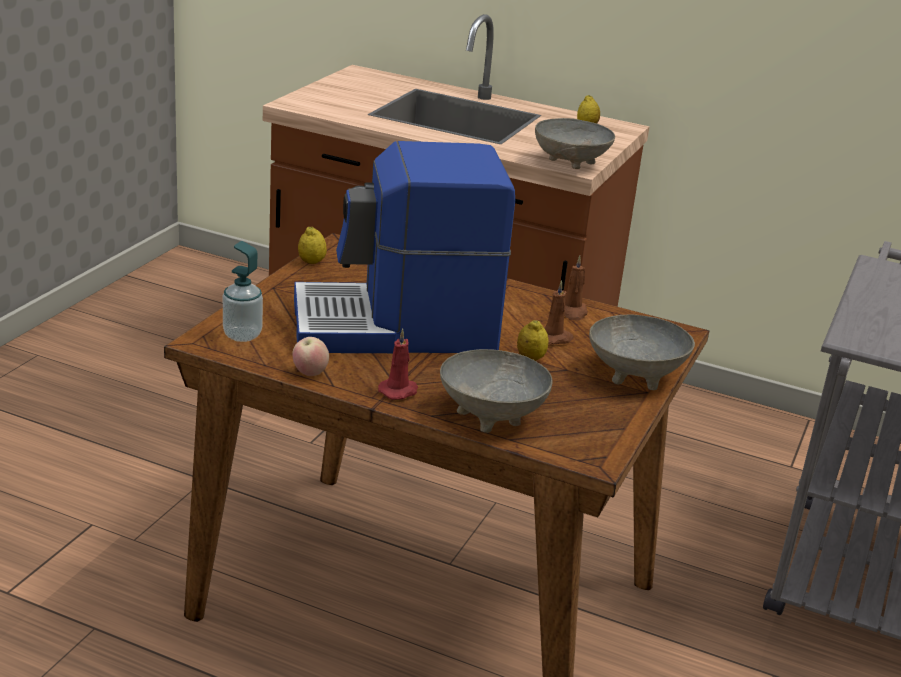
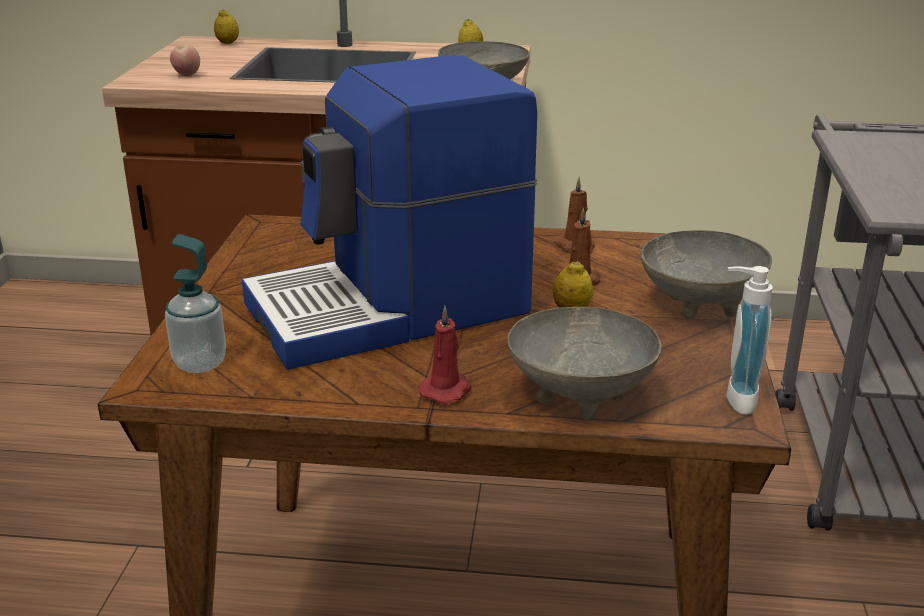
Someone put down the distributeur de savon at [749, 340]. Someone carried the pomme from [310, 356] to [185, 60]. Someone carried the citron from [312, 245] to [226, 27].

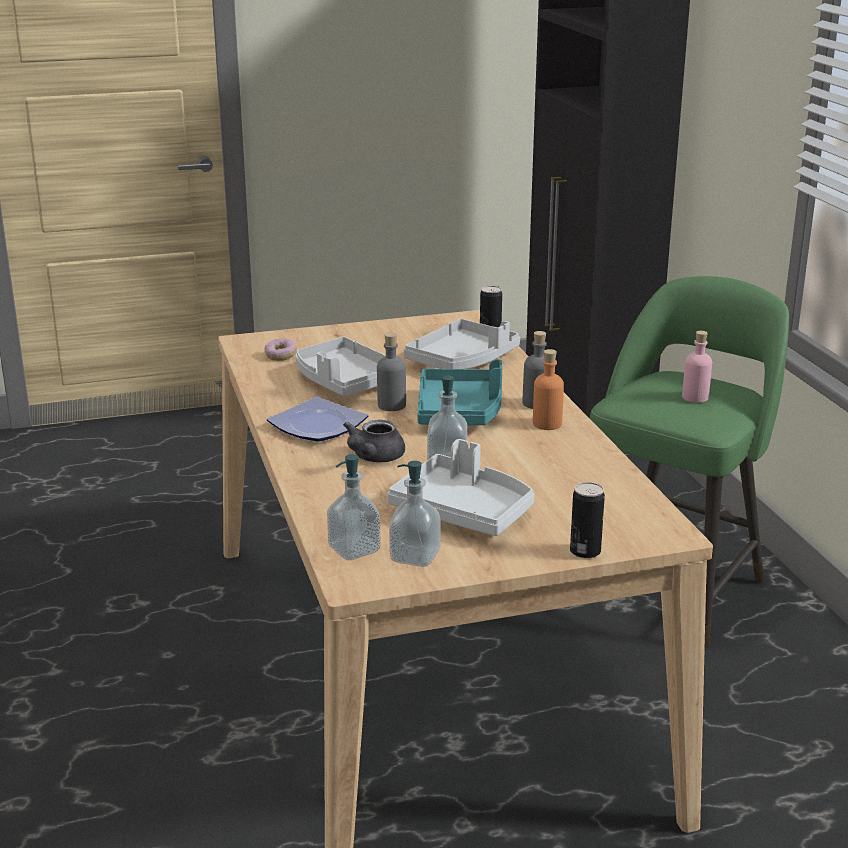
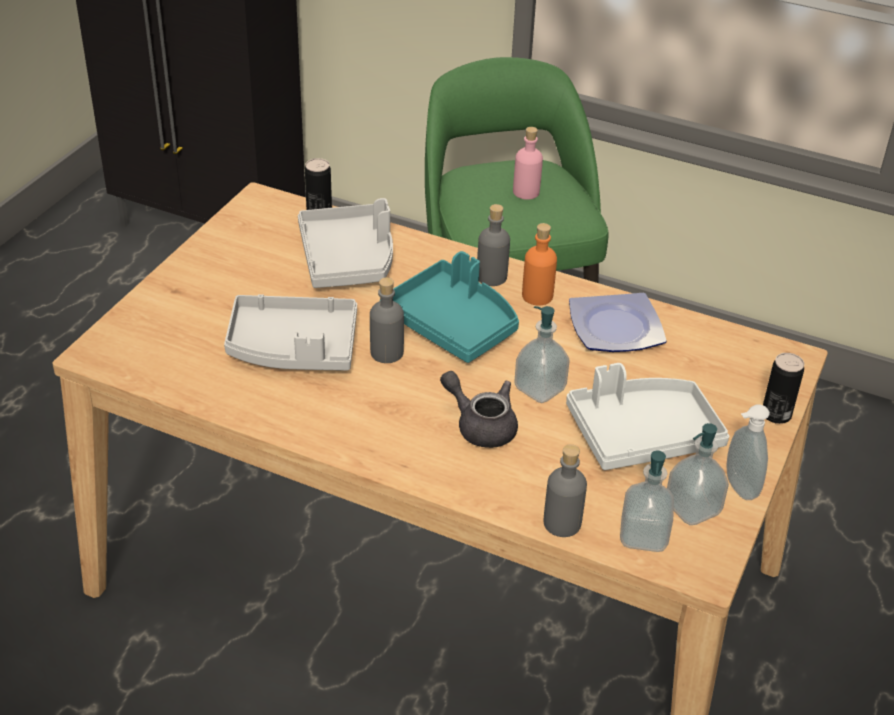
Someone took away the beignet at [281, 349]. Someone put down the bouteille [gris] at [565, 490]. Someone put down the distributeur de savon at [748, 452]. Someone carried the assiette from [317, 419] to [618, 322]. Someone rotated the théière [gris] at [374, 441] by 150 degrees clockwise.

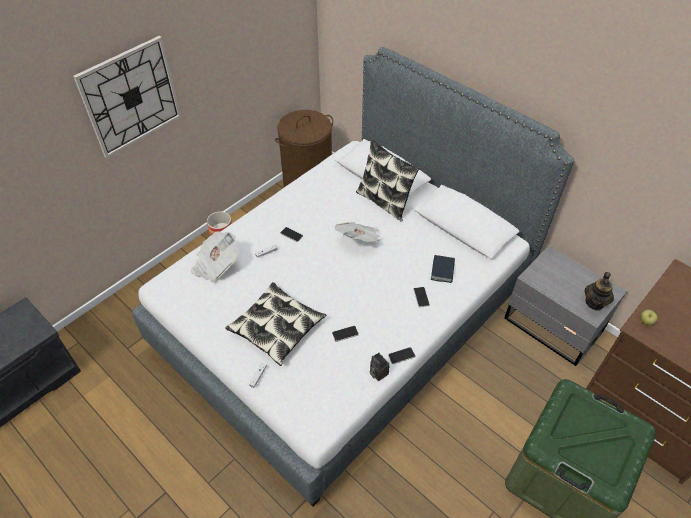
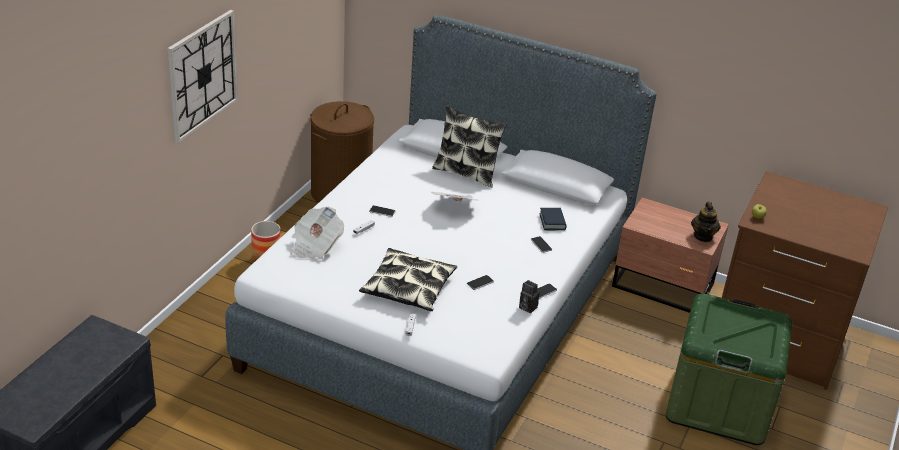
Someone repainted the table de chevet [gris] at [565, 306], which became the table de chevet [marron] at [670, 255].

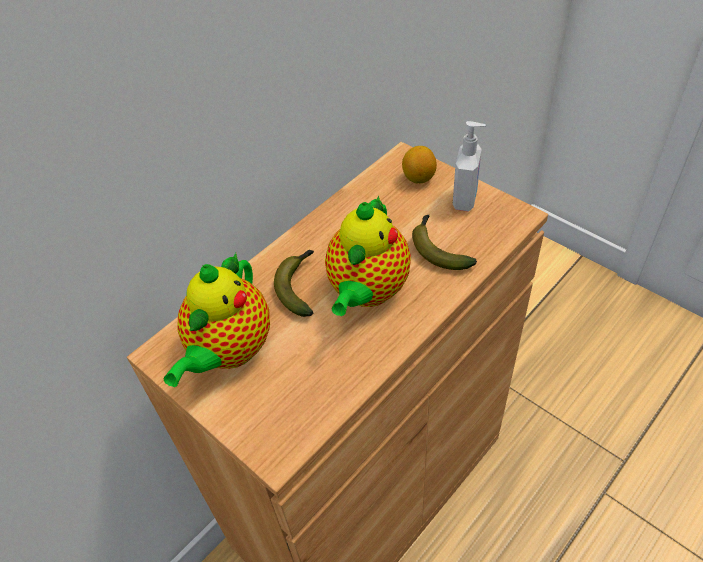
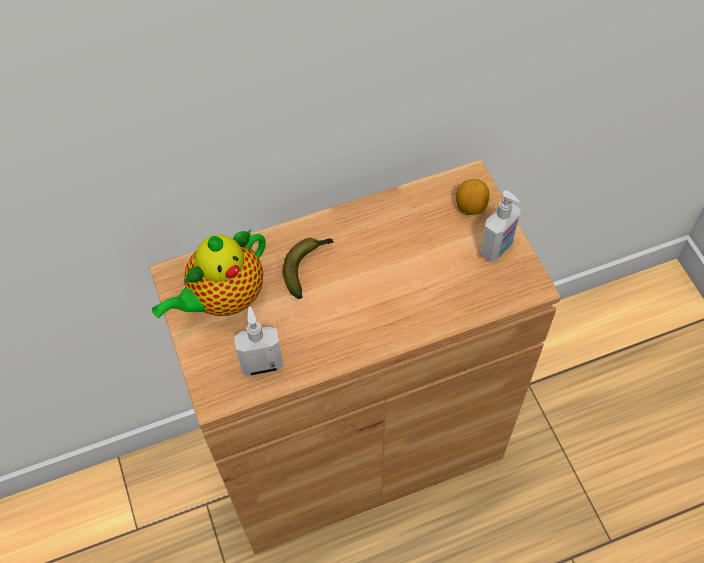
Someone took away the théière at [368, 255]. Someone took away the banane at [444, 242]. Someone put down the distributeur de savon at [259, 341].

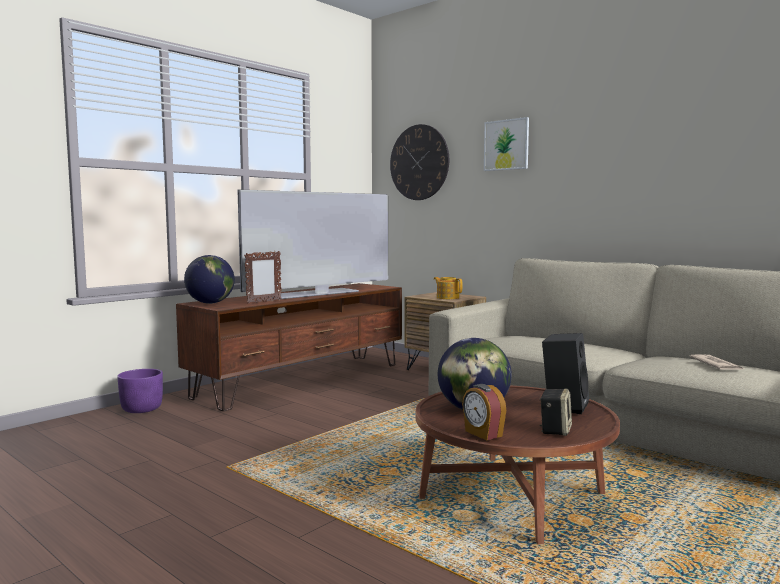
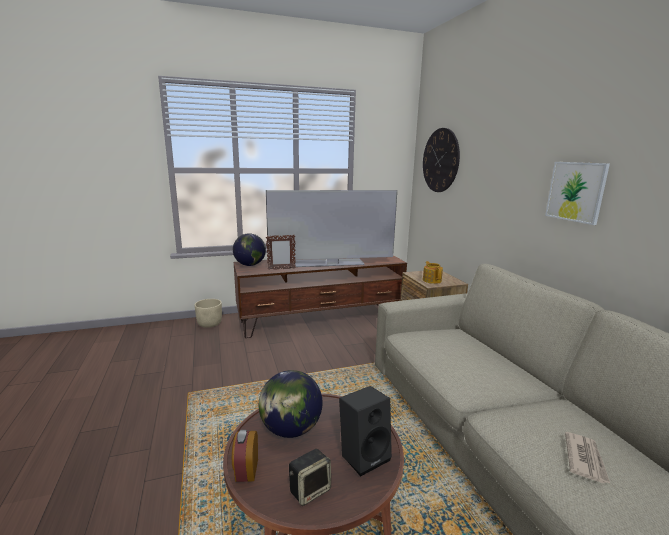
Someone carried the tableau from [506, 144] to [577, 193]. Someone repainted the cache-pot [violet] at [140, 391], which became the cache-pot [beige] at [208, 313].

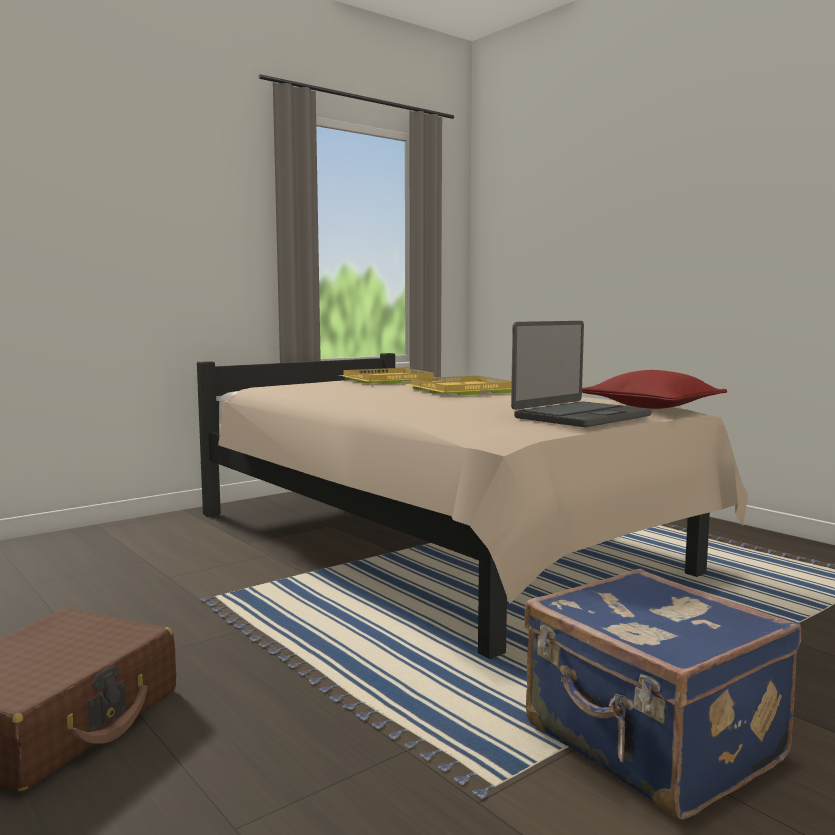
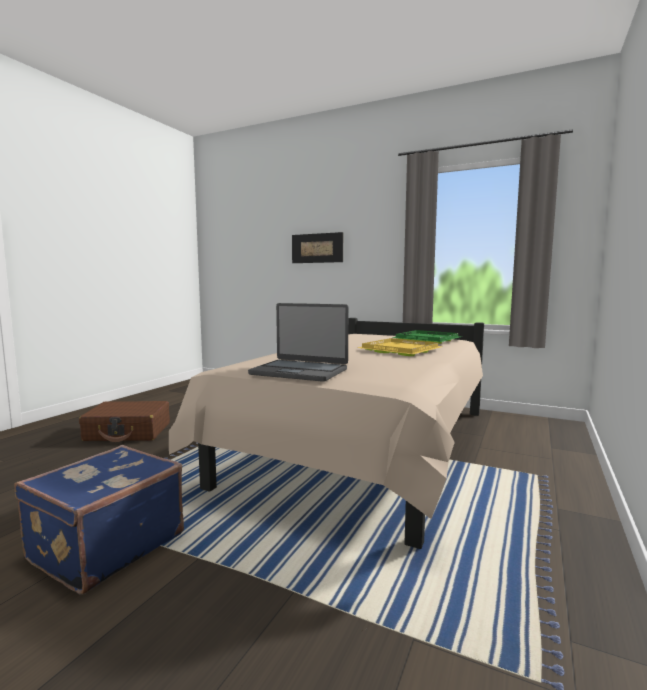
Someone took away the coussin [rouge] at [654, 389]. Someone put up the tableau at [317, 247]. Someone repainted the plateau [jaune] at [386, 376], which became the plateau [vert] at [426, 337].

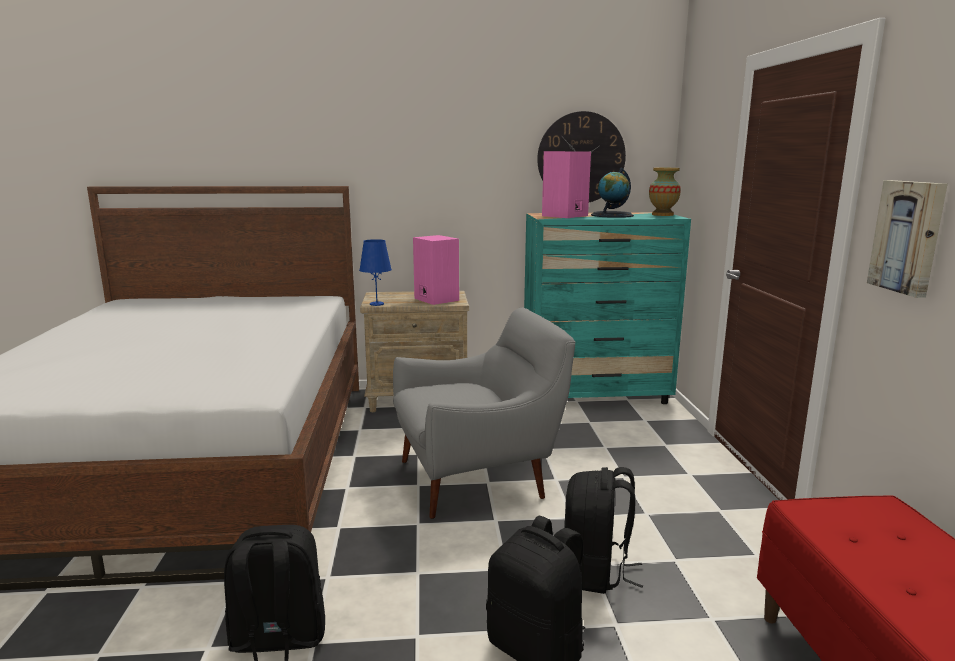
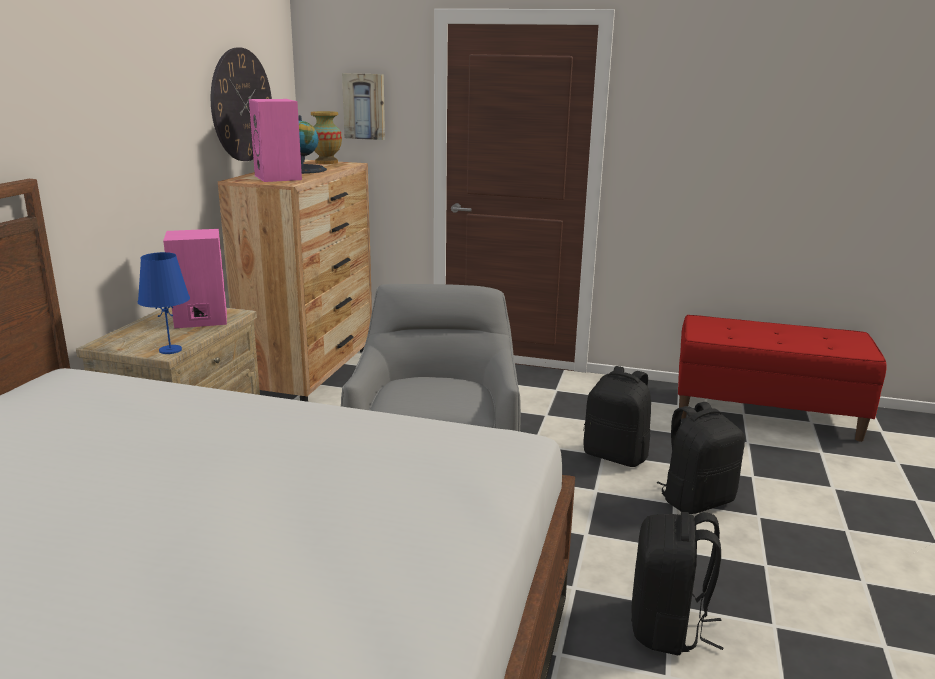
Someone carried the tableau from [907, 239] to [363, 106]. Someone repainted the commode [turquoise] at [607, 308], which became the commode [marron] at [295, 281].

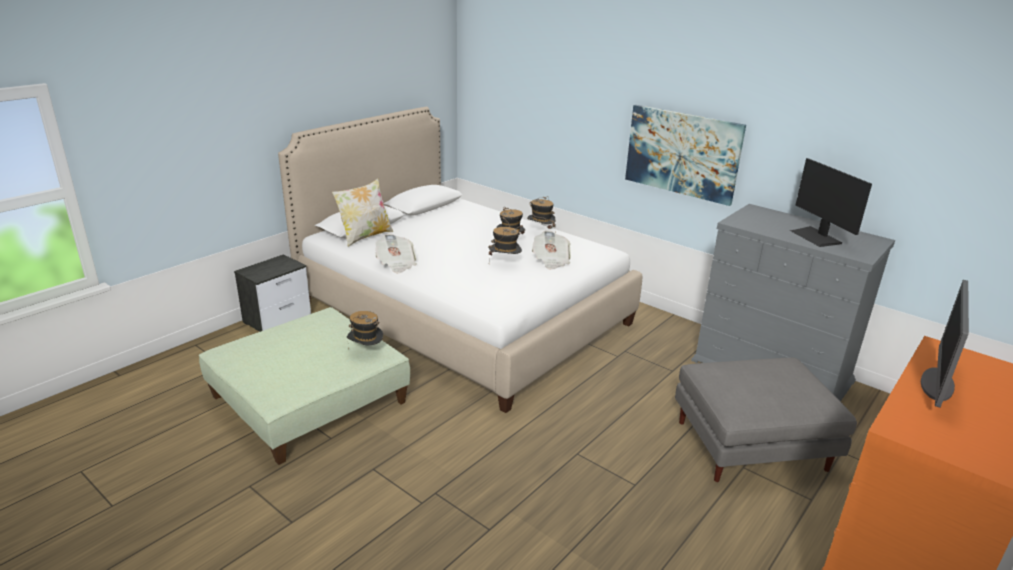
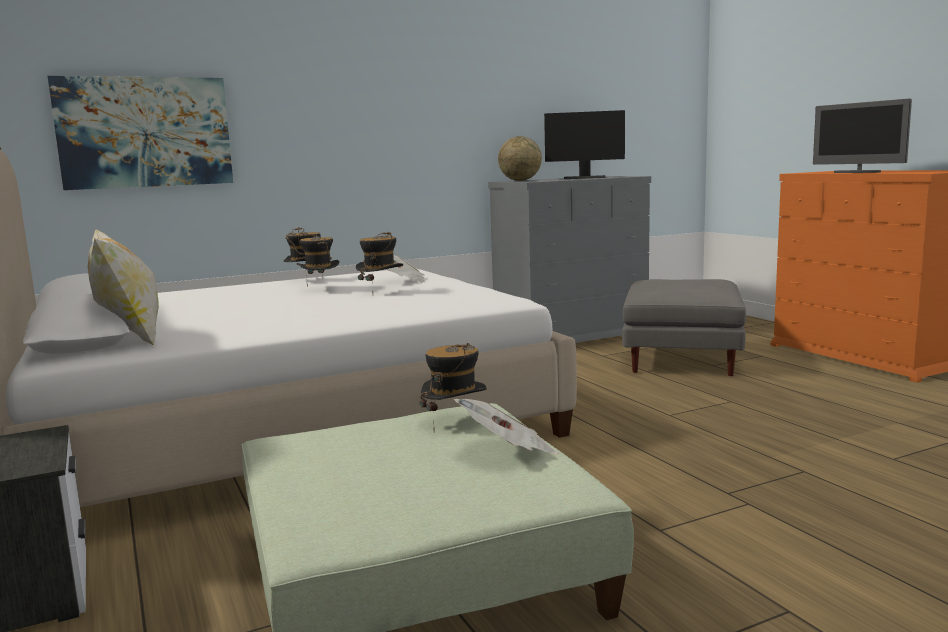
Someone put down the globe at [520, 158]. Someone carried the journal from [396, 254] to [507, 426]. Someone carried the tableau from [685, 155] to [140, 133].

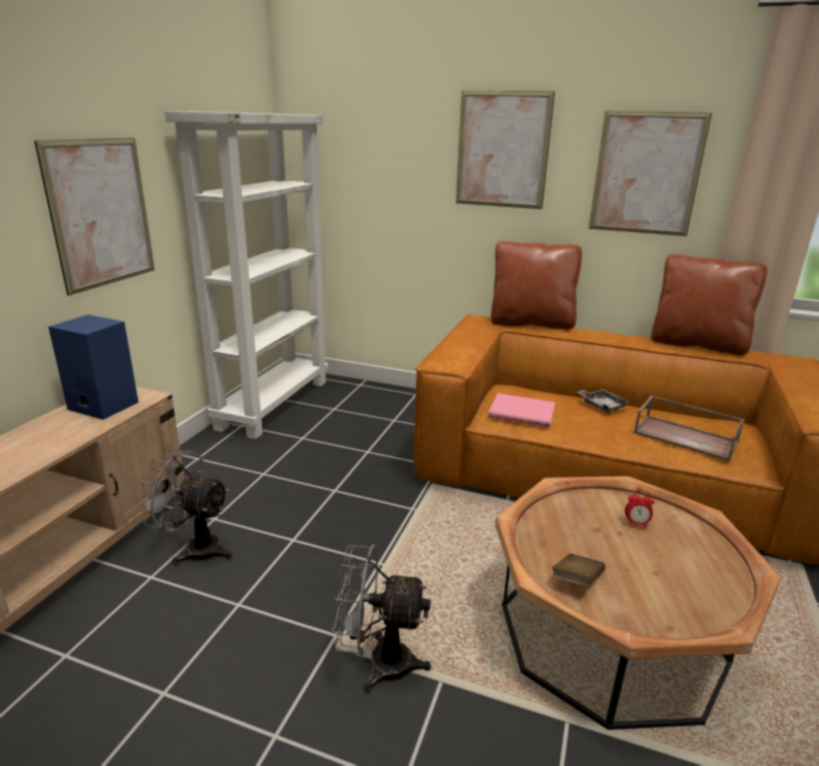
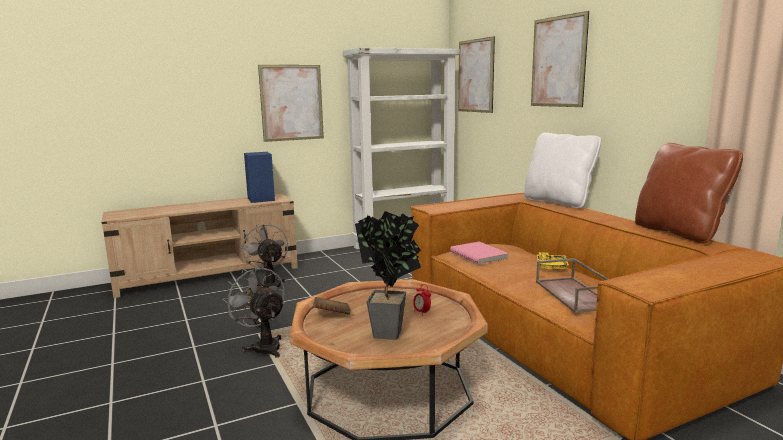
Someone put down the plante en pot at [388, 275]. Someone carried the tableau from [650, 173] to [476, 74]. Someone repainted the coussin [marron] at [536, 285], which became the coussin [blanc] at [562, 170]. Someone repainted the plateau [gris] at [603, 401], which became the plateau [jaune] at [553, 261].

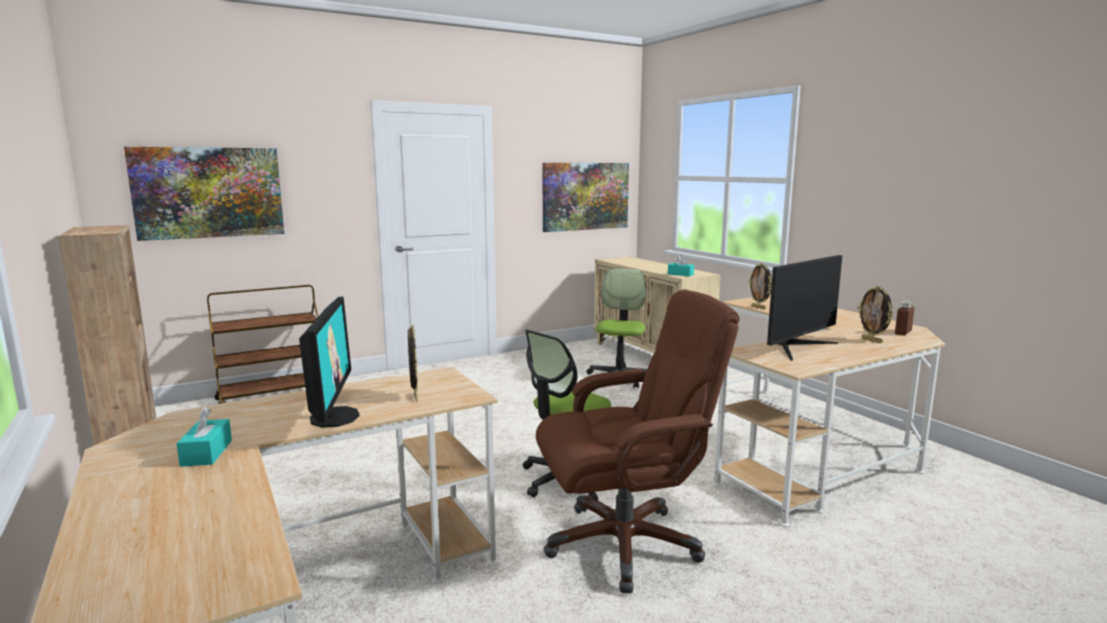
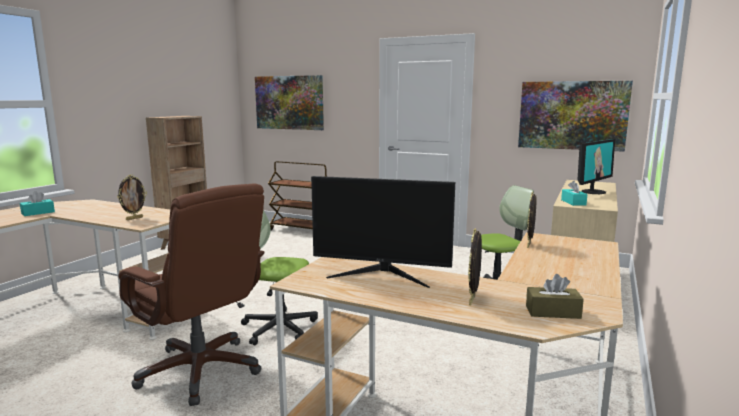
Someone carried the écran d'ordinateur from [329, 362] to [596, 166]. Someone swapped the bouteille [marron] at [904, 318] for the boîte à mouchoirs [marron] at [555, 296].

